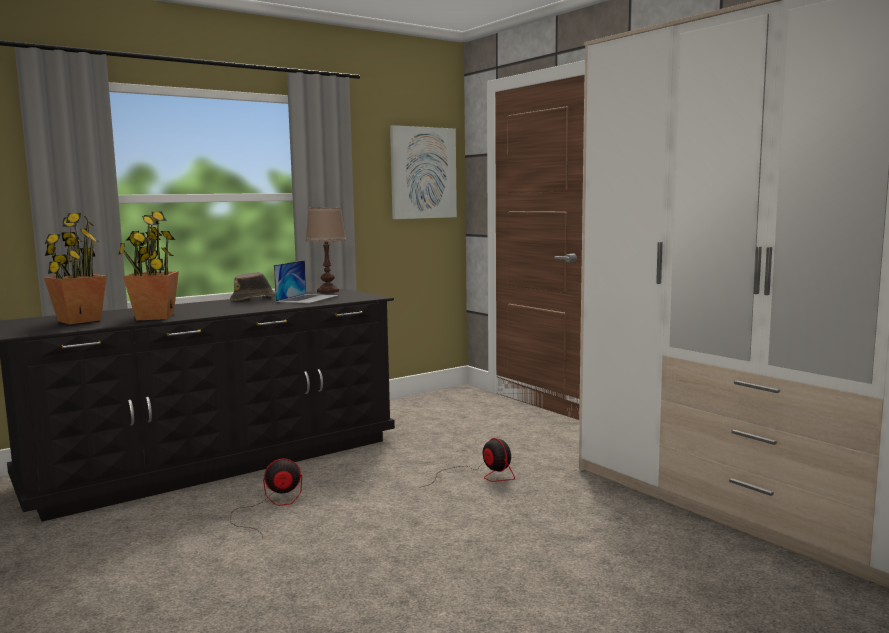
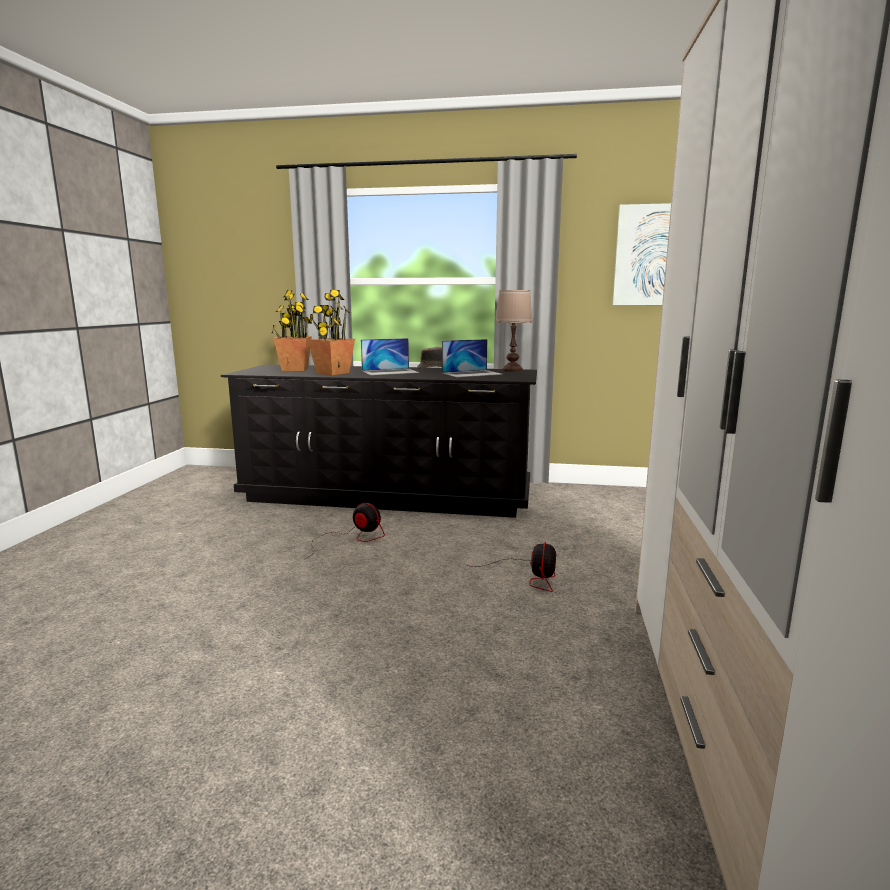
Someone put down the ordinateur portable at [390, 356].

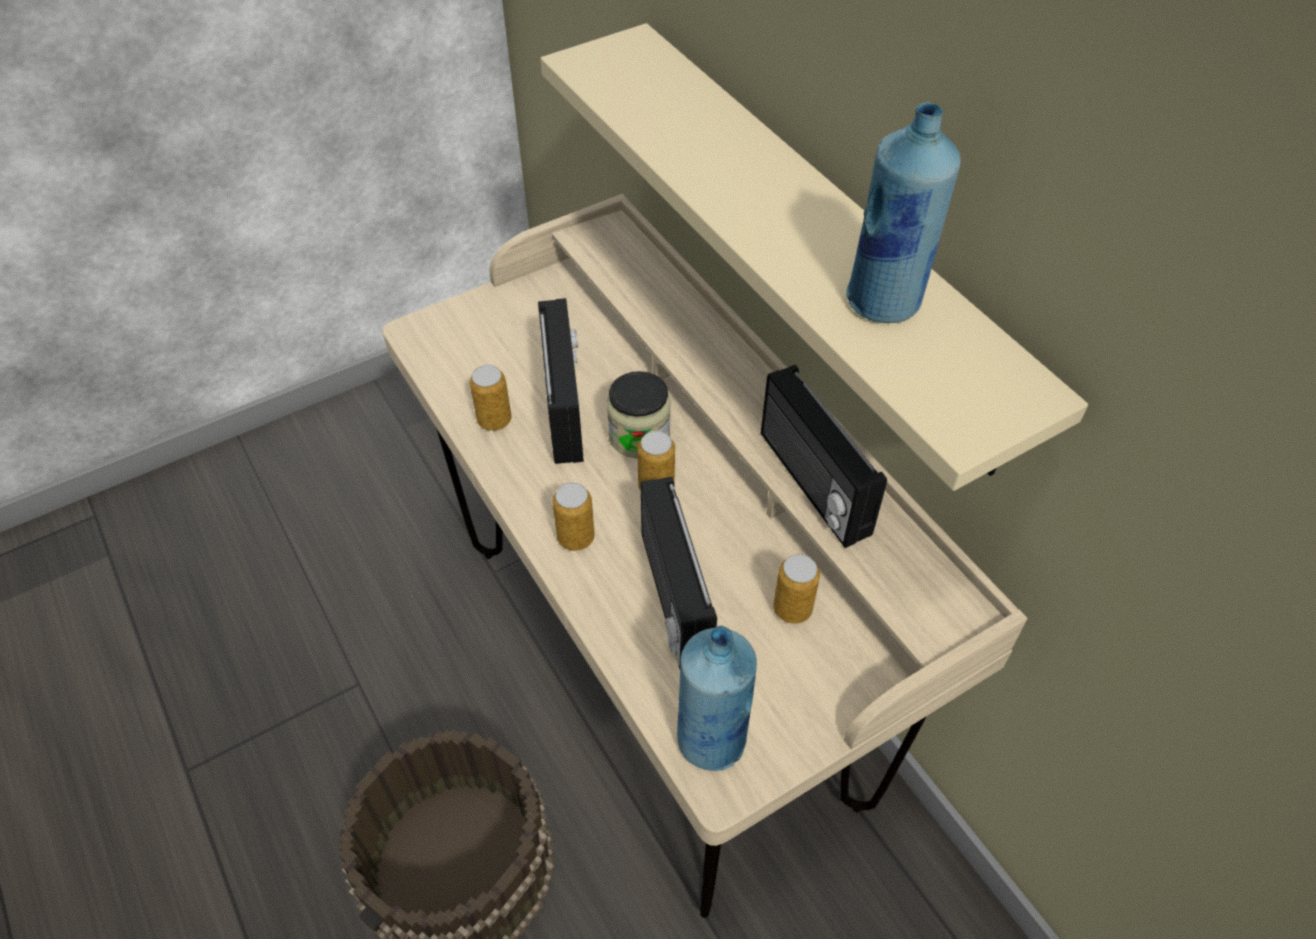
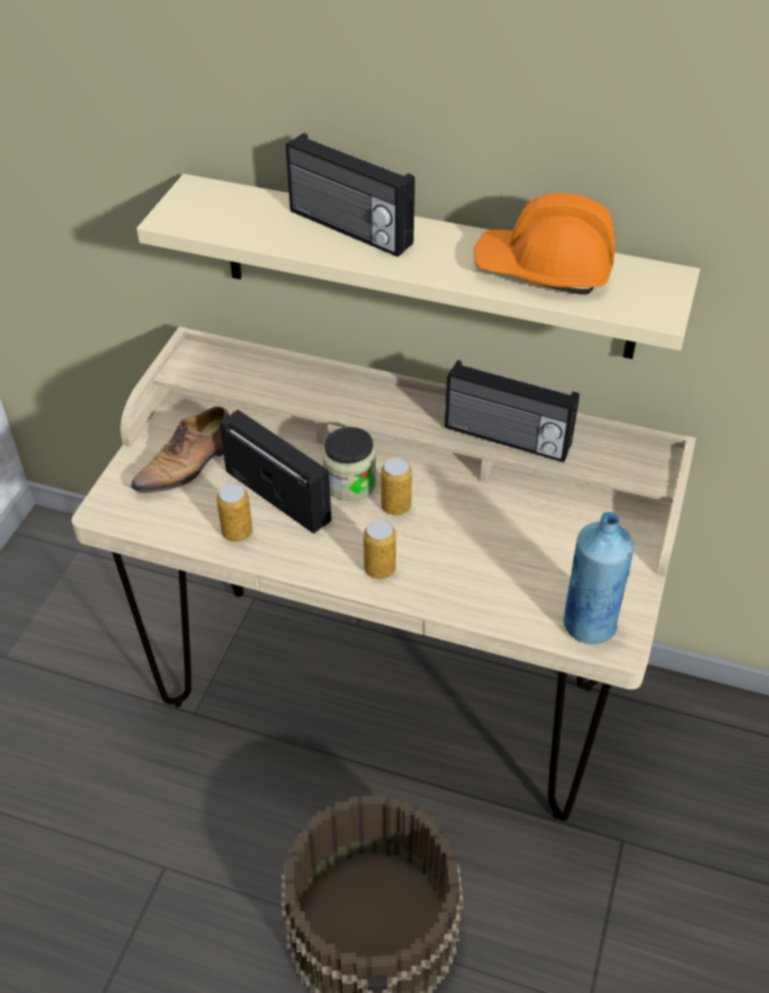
Someone took away the boîte métallique at [796, 589]. Someone put down the chaussure at [180, 449]. Someone carried the radio from [679, 573] to [350, 195]. Someone swapped the bouteille [bleu] at [903, 212] for the casque de chantier [orange] at [544, 244].

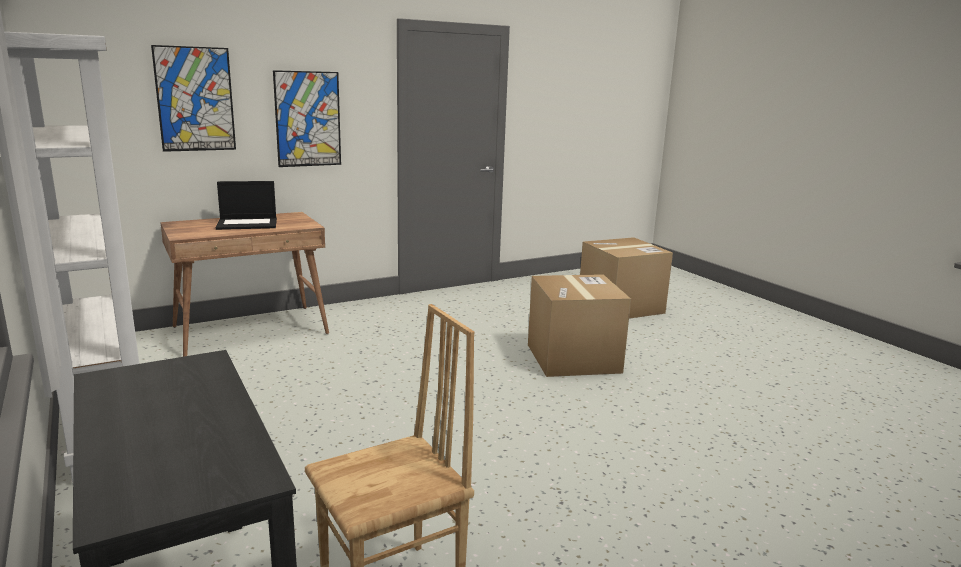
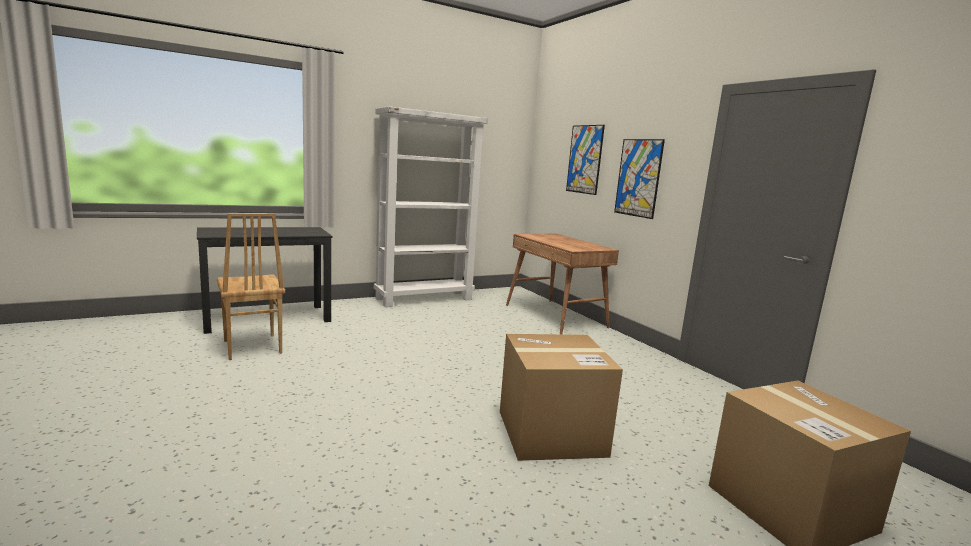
Someone took away the ordinateur portable at [246, 205].

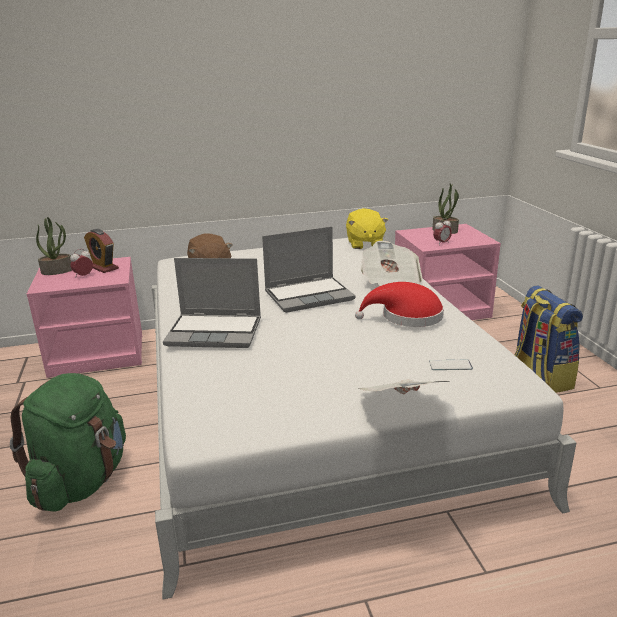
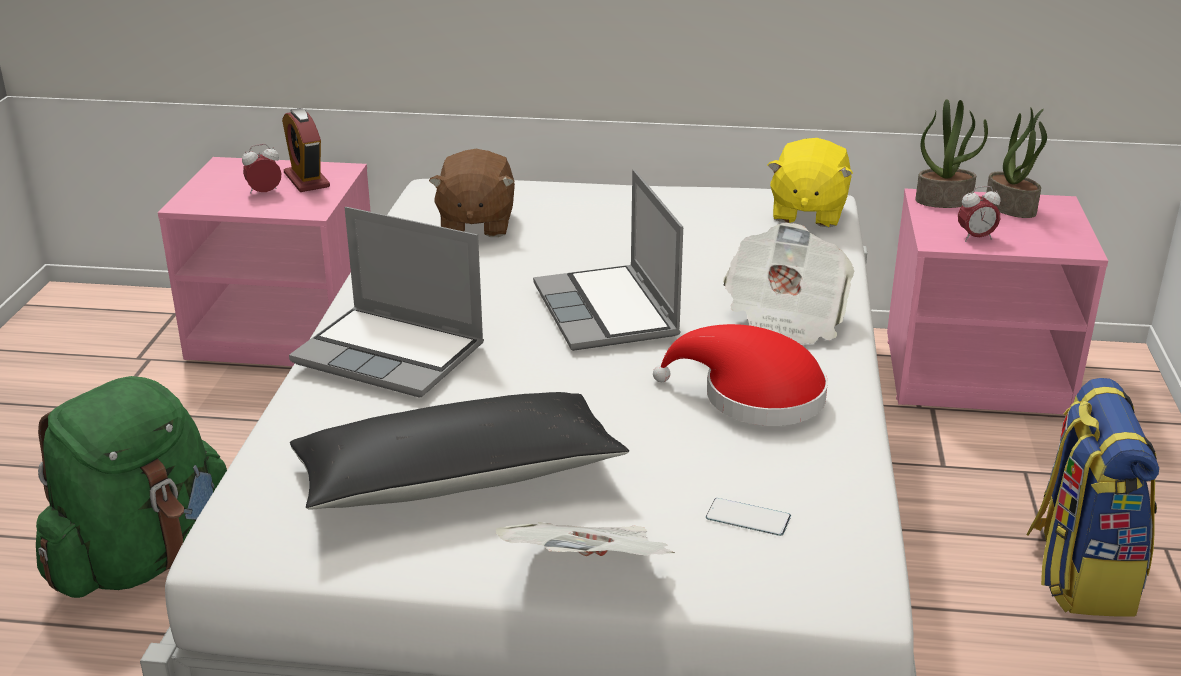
Someone put down the coussin [noir] at [459, 451]. Someone carried the plante en pot from [54, 246] to [951, 153]. Someone rotated the ordinateur portable at [308, 269] by 75 degrees clockwise.

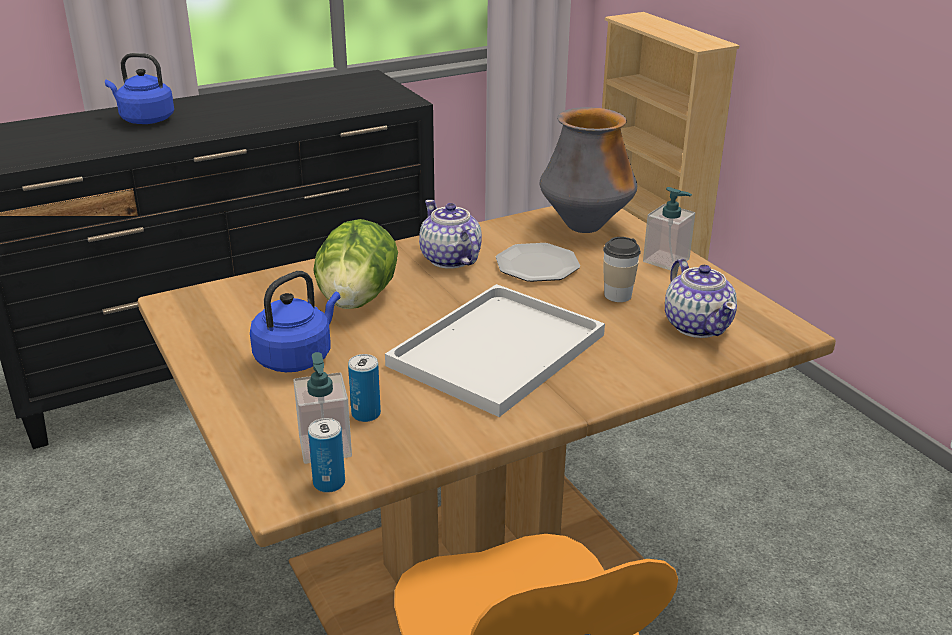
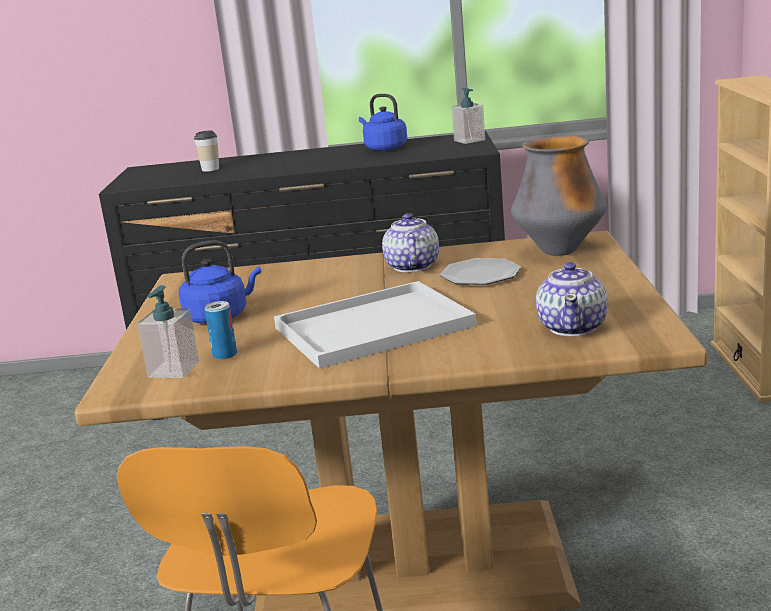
Someone took away the boîte métallique at [326, 455]. Someone took away the laitue at [355, 264]. Someone carried the bouilloire [bleu] from [139, 88] to [383, 122]. Someone carried the tasse from [622, 269] to [206, 151]. Someone carried the distributeur de savon from [669, 229] to [468, 116].

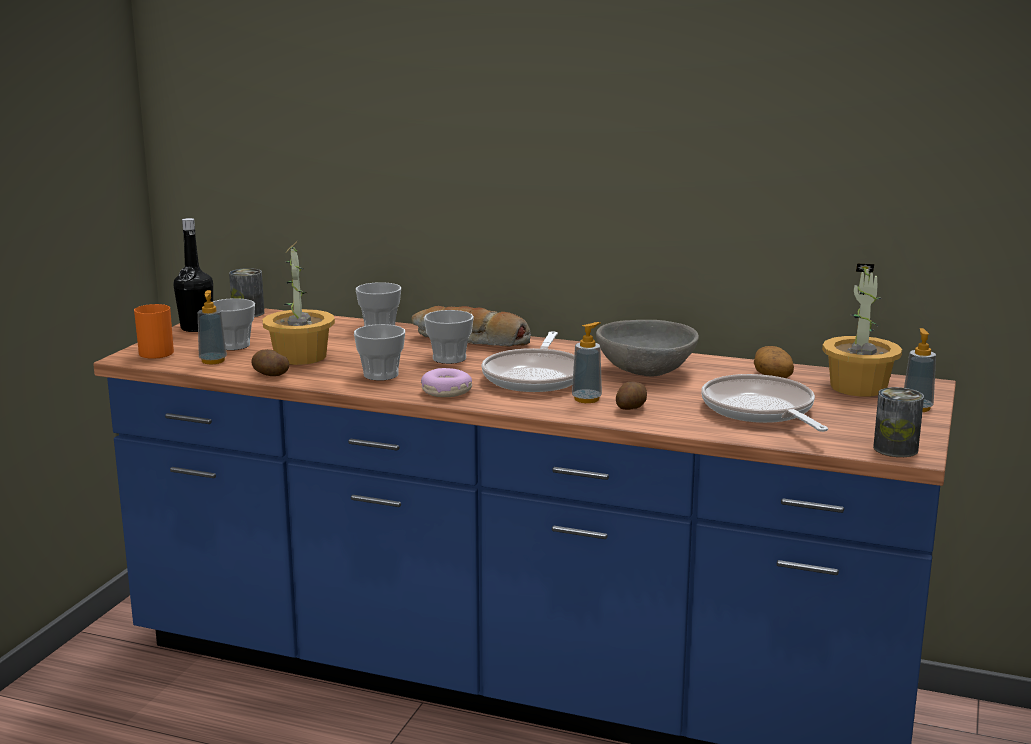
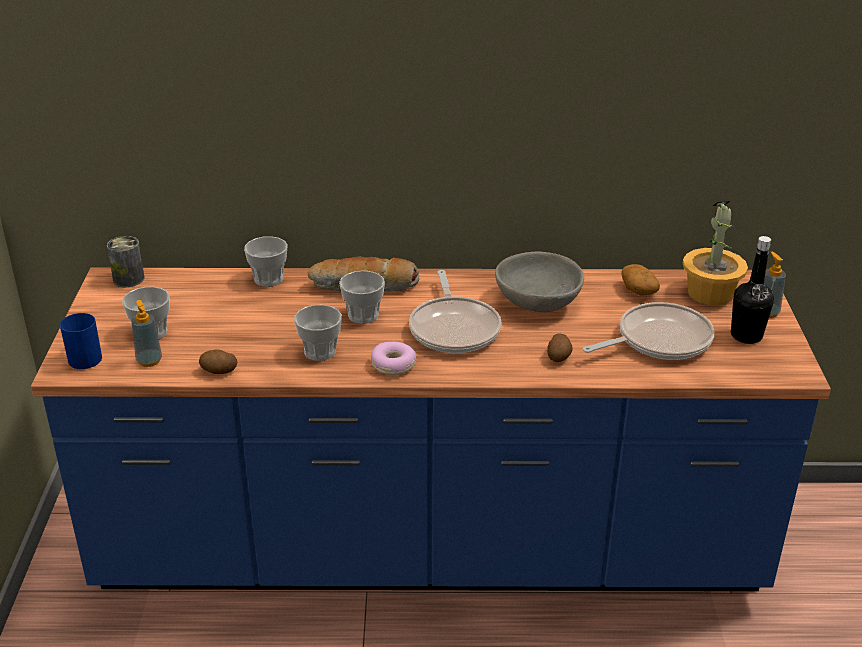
Someone took away the plante en pot at [298, 302]. Someone took away the distributeur de savon at [587, 362]. Someone took away the boîte métallique at [898, 422]. Someone carried the bouteille [noir] from [193, 275] to [752, 290]. Someone repainted the mug [orange] at [154, 331], which became the mug [bleu] at [81, 341]. Someone rotated the poêle at [764, 403] by 105 degrees clockwise.

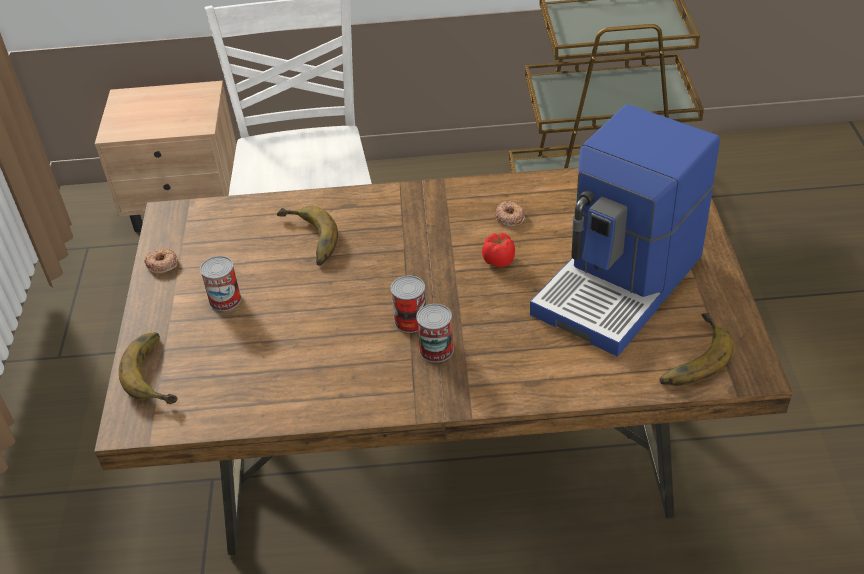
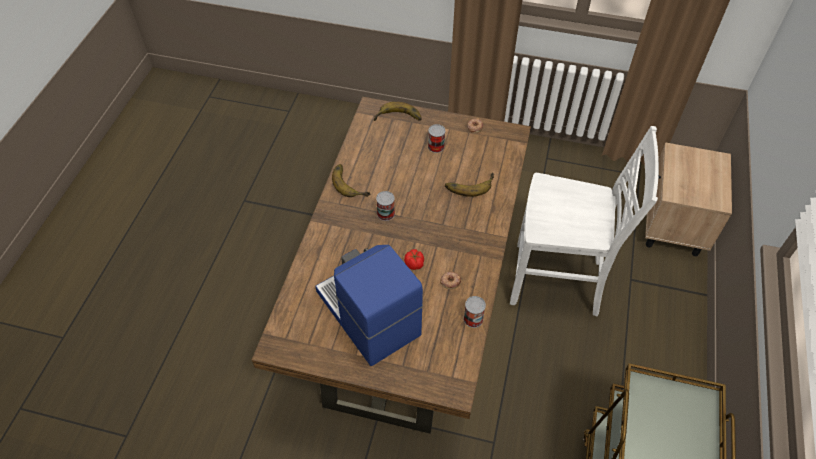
Someone carried the boîte métallique from [435, 333] to [474, 312]. Someone carried the banane from [696, 349] to [351, 180].

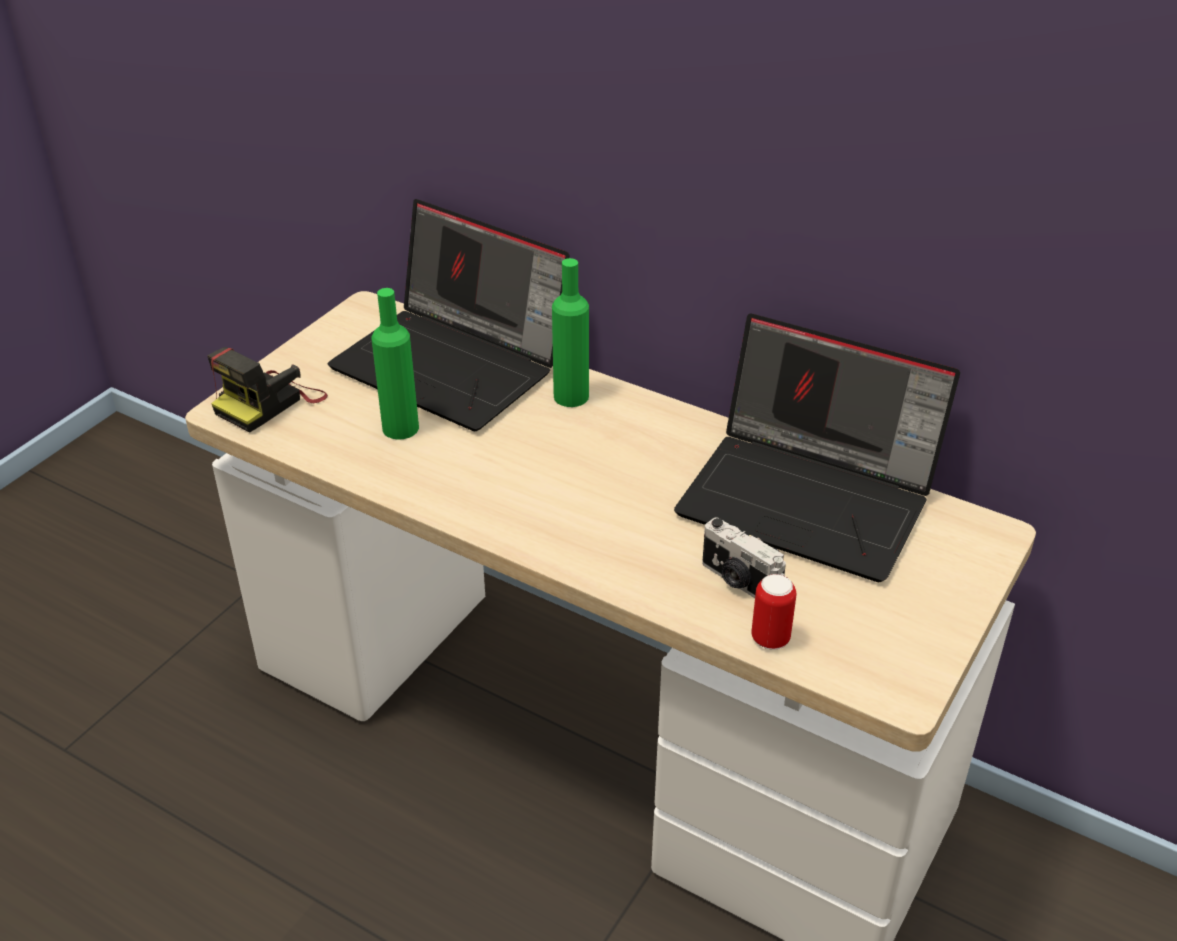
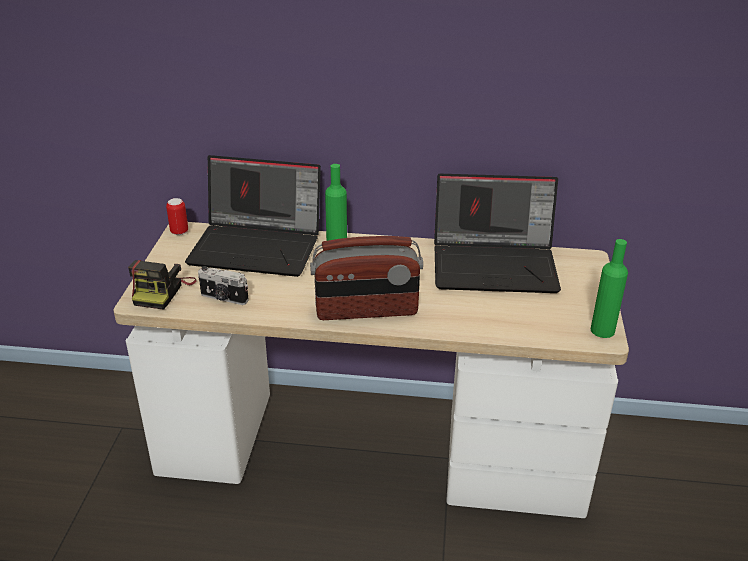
Someone put down the radio at [366, 278]. Someone carried the bouteille [vert] from [395, 364] to [609, 288]. Someone carried the appareil photo from [744, 557] to [223, 285]. Someone carried the boîte métallique from [773, 612] to [177, 216].

